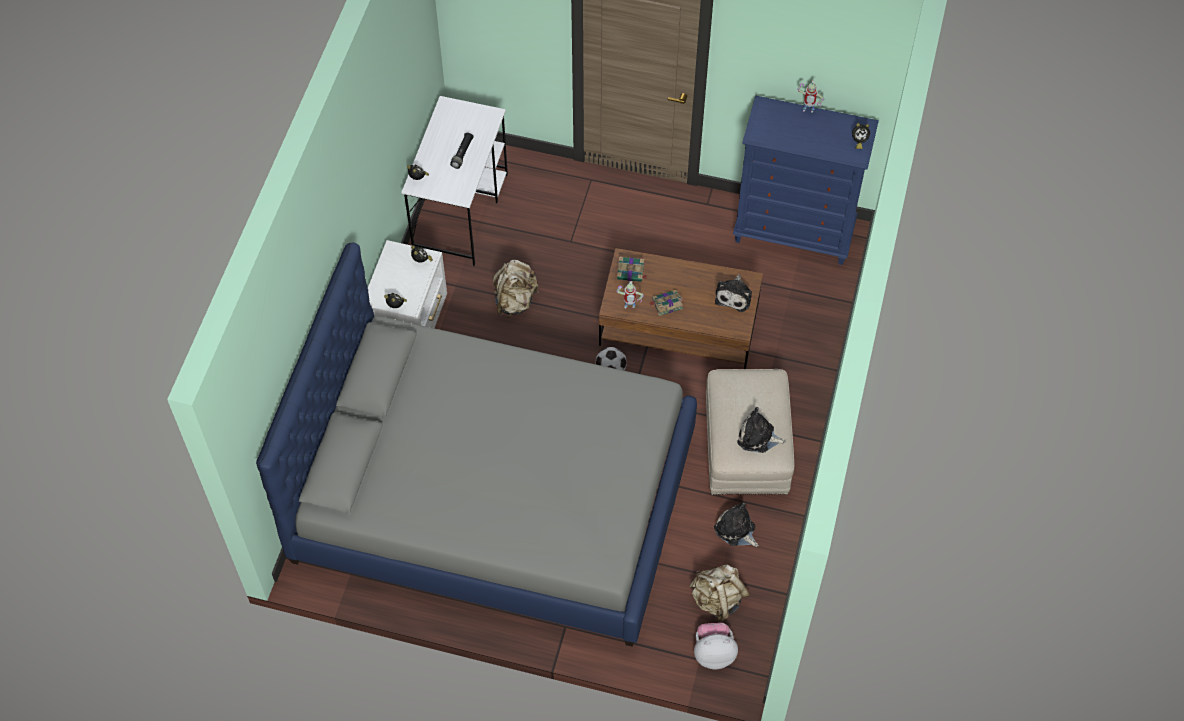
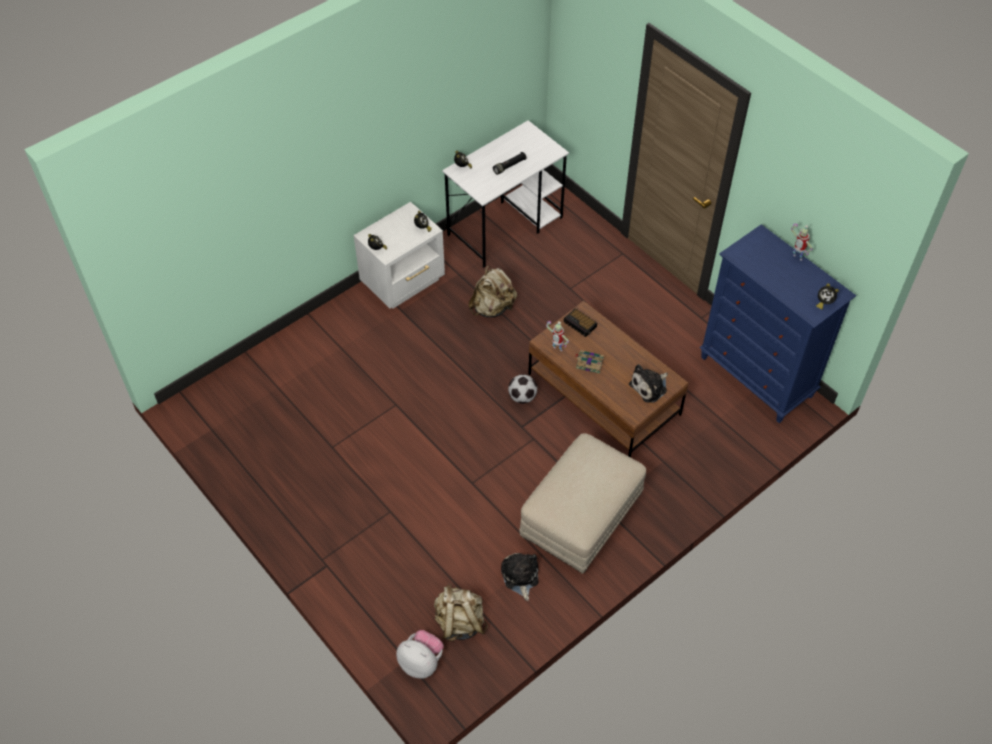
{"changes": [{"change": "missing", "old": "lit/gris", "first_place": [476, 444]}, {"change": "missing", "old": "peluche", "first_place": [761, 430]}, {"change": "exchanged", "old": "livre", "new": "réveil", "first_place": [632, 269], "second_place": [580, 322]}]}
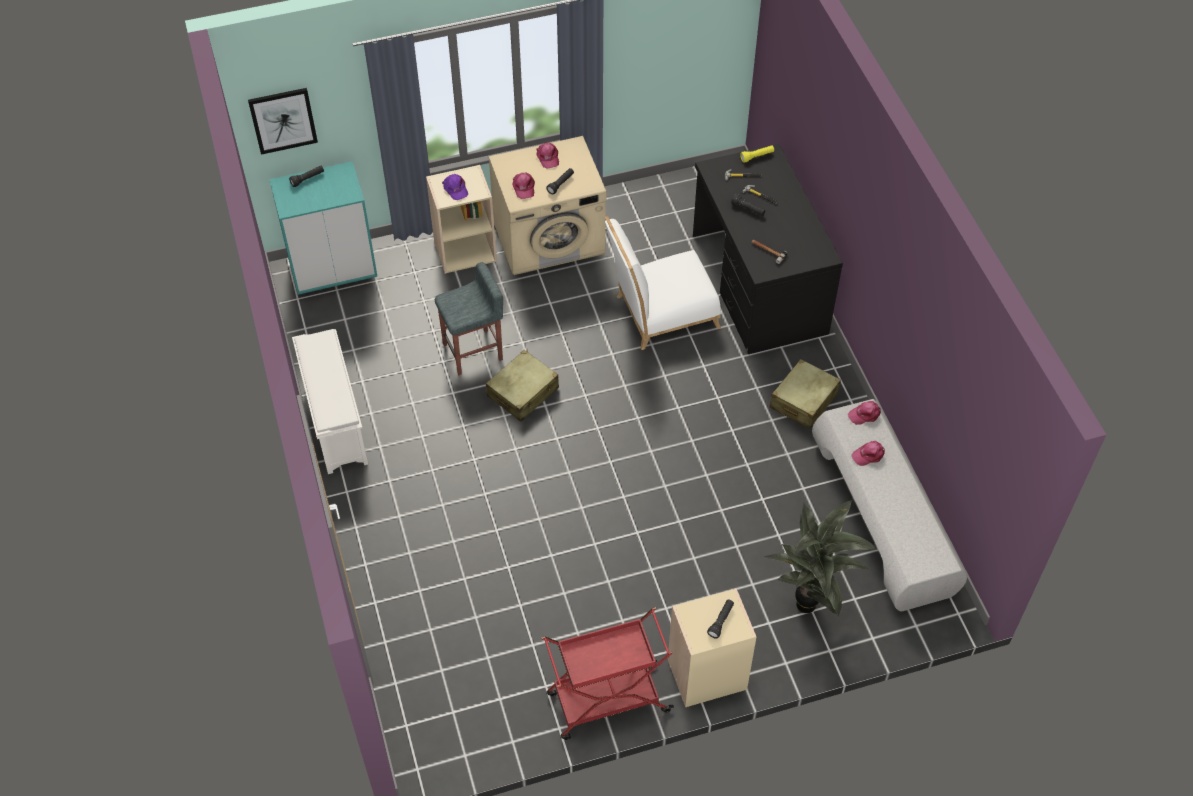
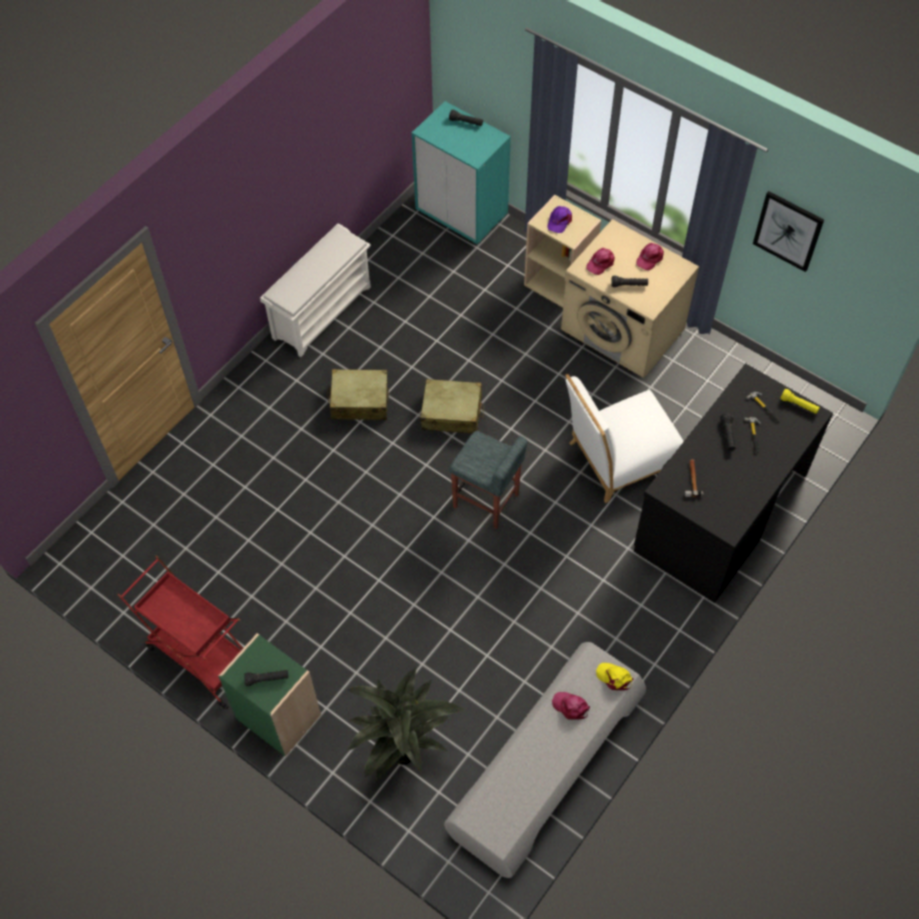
{"changes": [{"change": "relocated", "old": "tableau", "first_place": [283, 121], "second_place": [788, 231]}, {"change": "relocated", "old": "tabouret/gris", "first_place": [469, 318], "second_place": [488, 480]}, {"change": "relocated", "old": "valise/beige", "first_place": [805, 394], "second_place": [358, 394]}, {"change": "colour", "old": "bibliothèque/beige", "new": "bibliothèque/vert", "first_place": [712, 647], "second_place": [269, 695]}, {"change": "colour", "old": "casquette/rose", "new": "casquette/jaune", "first_place": [864, 413], "second_place": [614, 676]}, {"change": "spun", "old": "chaise/blanc", "first_place": [663, 283], "second_place": [624, 438], "degrees": -60}]}
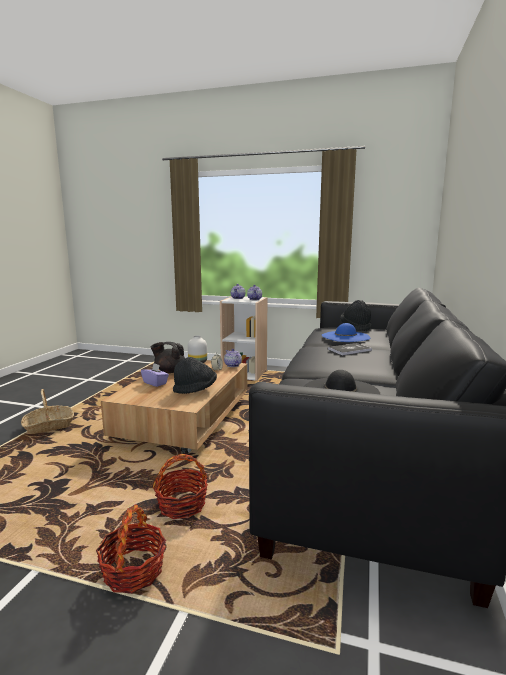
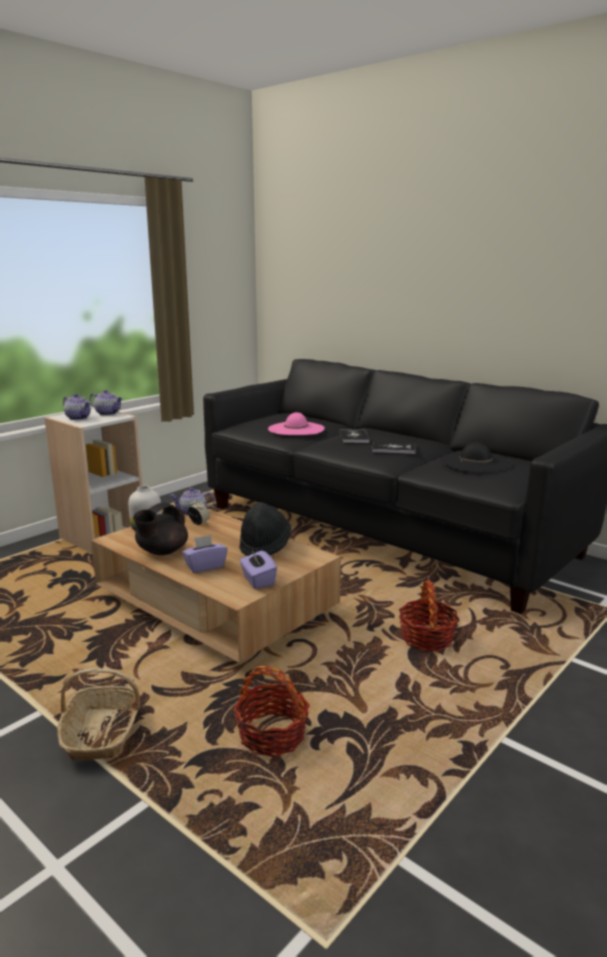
{"changes": [{"change": "missing", "old": "chapeau/noir", "first_place": [356, 315]}, {"change": "appeared", "new": "boîte à mouchoirs/violet", "second_place": [258, 569]}, {"change": "appeared", "new": "livre", "second_place": [394, 448]}, {"change": "relocated", "old": "panier", "first_place": [131, 549], "second_place": [271, 711]}, {"change": "colour", "old": "chapeau/bleu", "new": "chapeau/rose", "first_place": [345, 332], "second_place": [296, 423]}]}
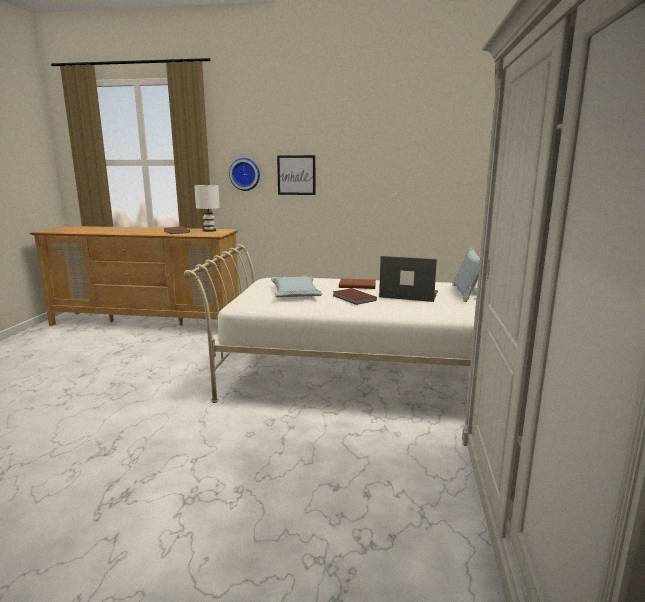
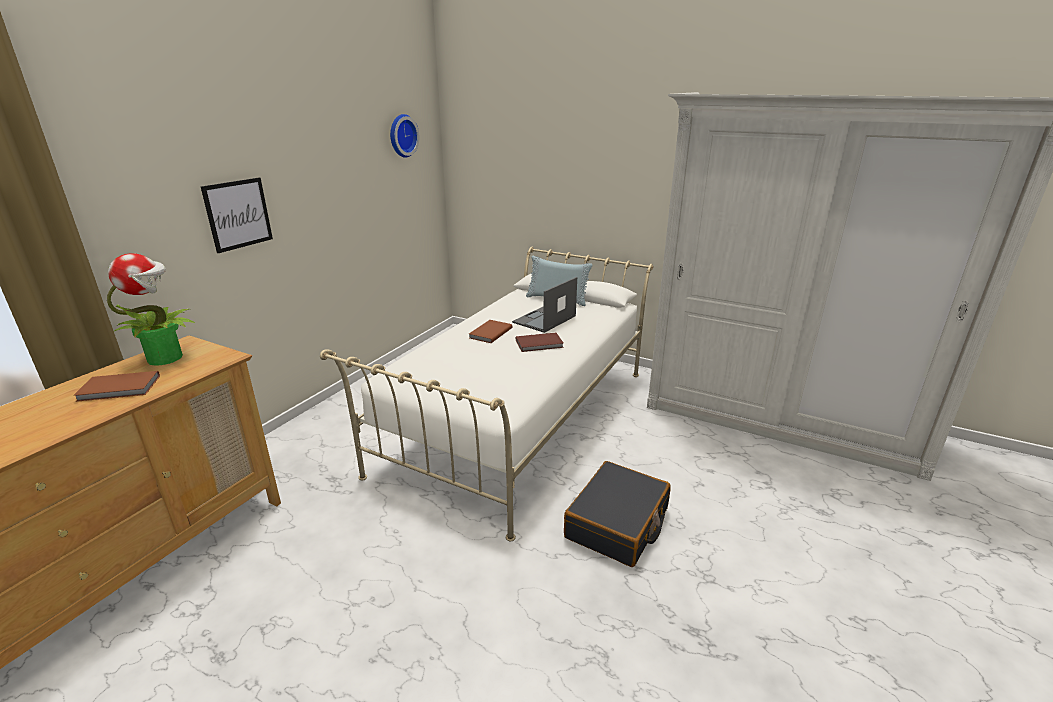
{"changes": [{"change": "missing", "old": "coussin/bleu", "first_place": [296, 286]}, {"change": "appeared", "new": "valise/noir", "second_place": [617, 514]}, {"change": "relocated", "old": "horloge murale", "first_place": [244, 174], "second_place": [404, 136]}, {"change": "exchanged", "old": "lampe de table/blanc", "new": "plante en pot", "first_place": [207, 208], "second_place": [151, 309]}]}
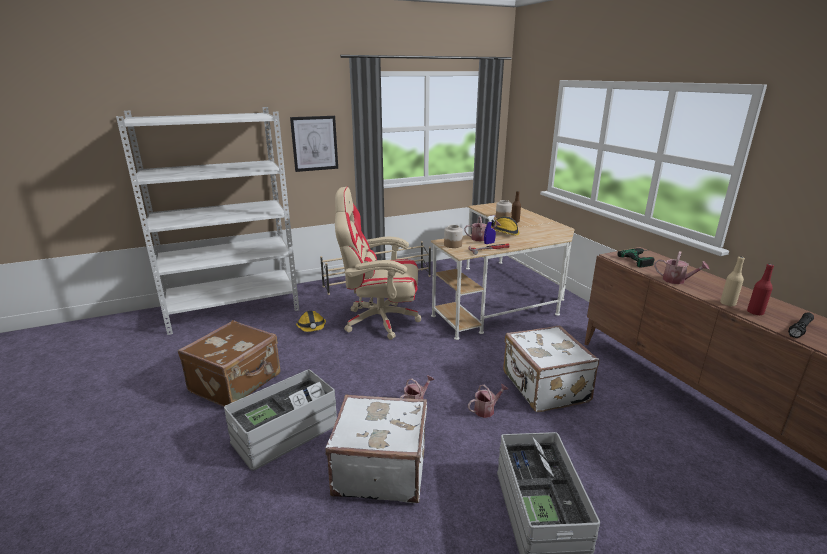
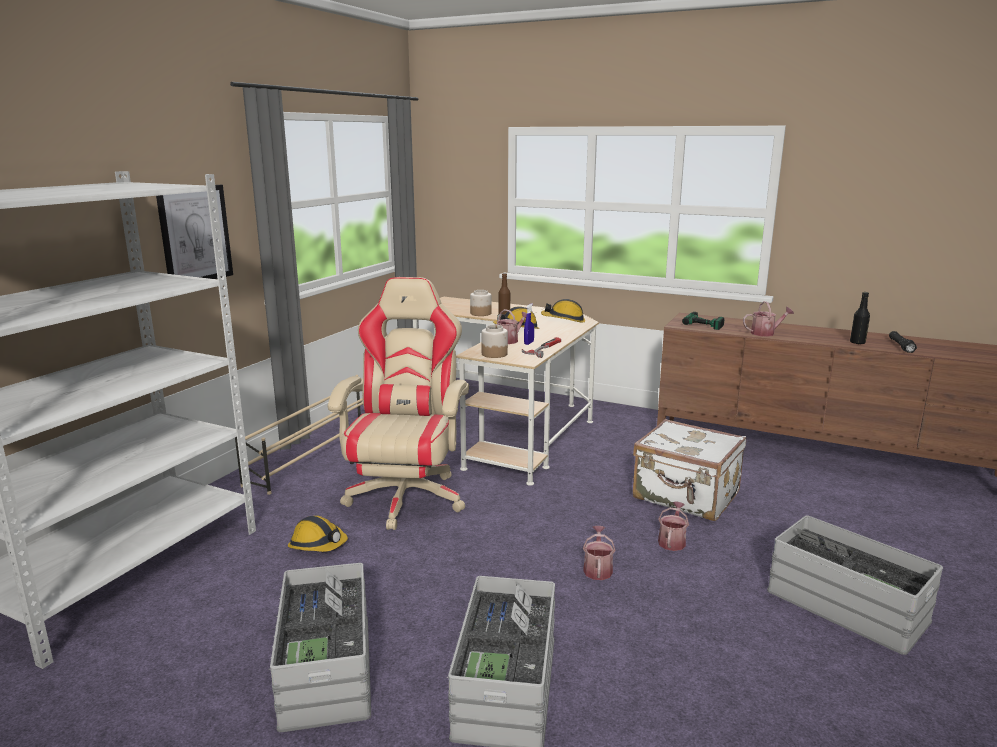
{"changes": [{"change": "missing", "old": "valise/blanc", "first_place": [376, 448]}, {"change": "missing", "old": "bouteille/beige", "first_place": [732, 281]}, {"change": "appeared", "new": "casque de chantier", "second_place": [563, 311]}, {"change": "exchanged", "old": "valise/marron", "new": "boîte de rangement/gris", "first_place": [229, 363], "second_place": [319, 647]}, {"change": "colour", "old": "bouteille/rouge", "new": "bouteille/noir", "first_place": [760, 289], "second_place": [860, 318]}, {"change": "spun", "old": "chaise de bureau/beige", "first_place": [378, 263], "second_place": [398, 403], "degrees": 135}]}
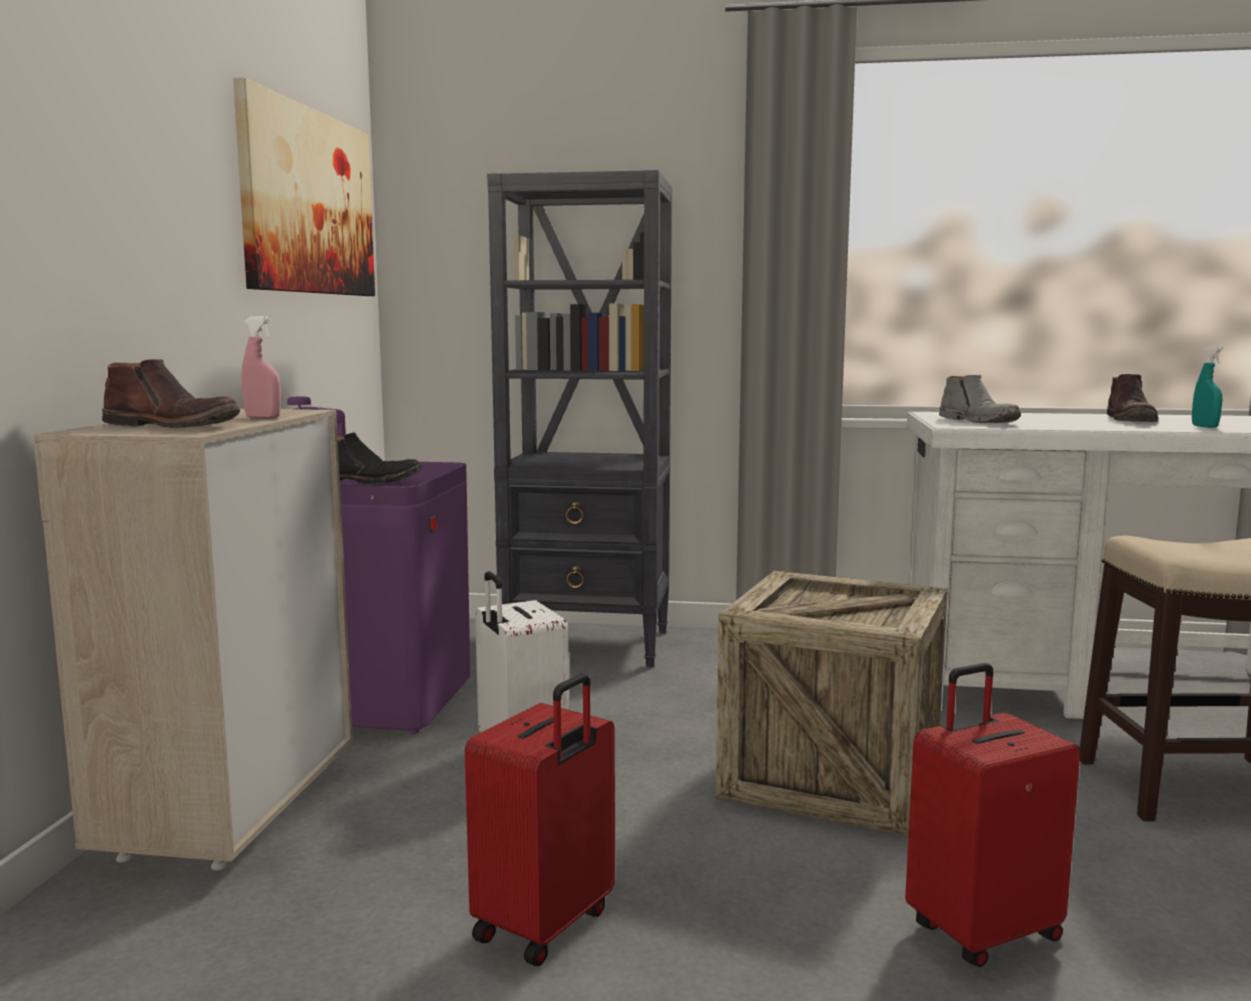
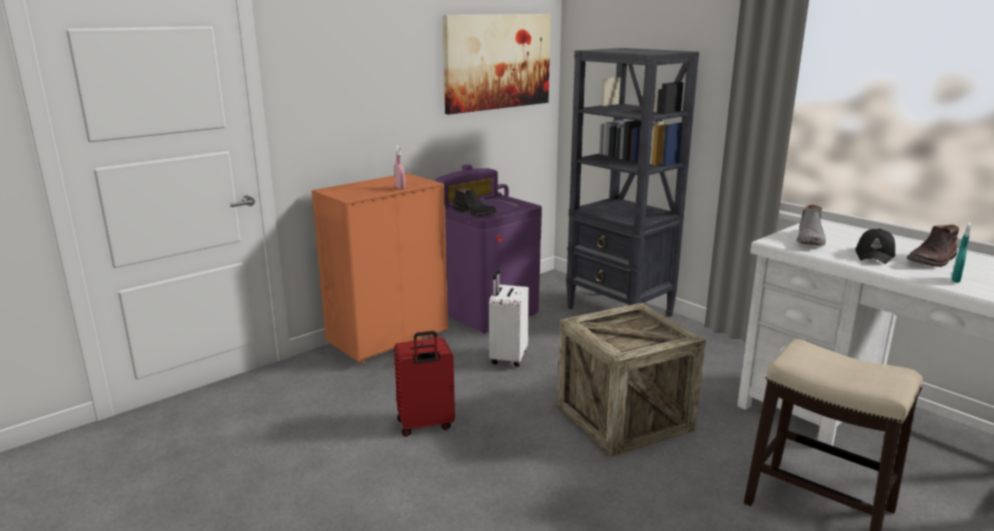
{"changes": [{"change": "missing", "old": "botte/marron", "first_place": [171, 393]}, {"change": "missing", "old": "valise/rouge", "first_place": [992, 815]}, {"change": "appeared", "new": "casquette/noir", "second_place": [875, 246]}, {"change": "colour", "old": "meuble de rangement/beige", "new": "meuble de rangement/orange", "first_place": [193, 639], "second_place": [380, 268]}]}
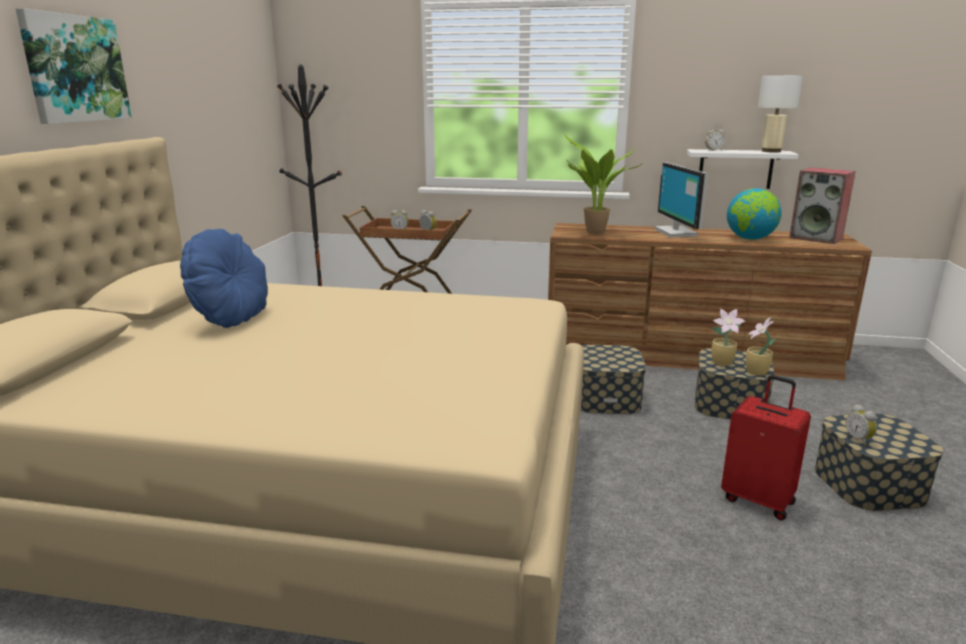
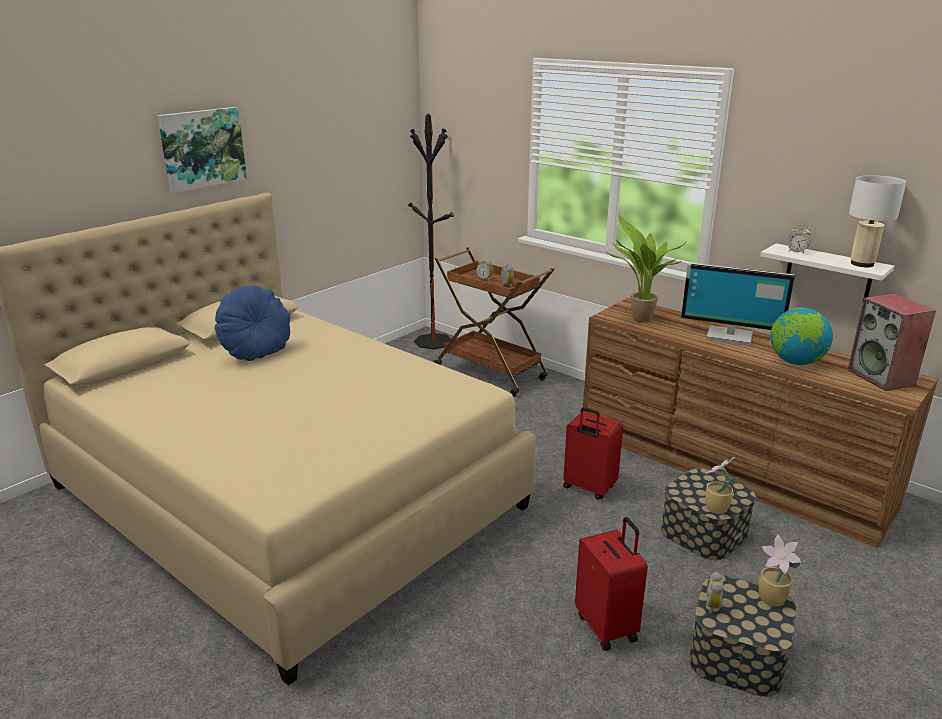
{"changes": [{"change": "relocated", "old": "plante en pot", "first_place": [728, 337], "second_place": [781, 571]}, {"change": "exchanged", "old": "boîte de rangement", "new": "valise/rouge", "first_place": [613, 379], "second_place": [593, 453]}, {"change": "spun", "old": "écran d'ordinateur", "first_place": [681, 199], "second_place": [738, 304], "degrees": -90}]}
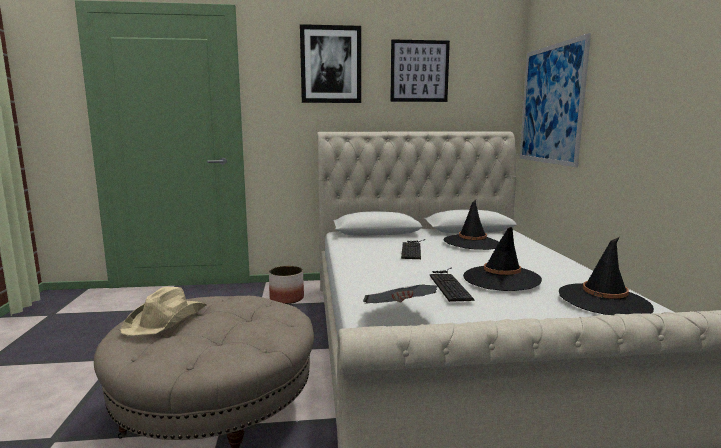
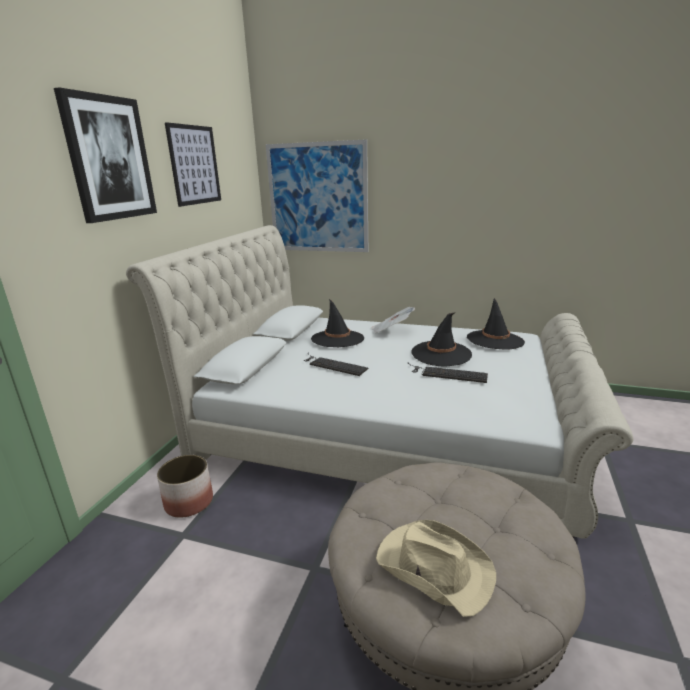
{"changes": [{"change": "relocated", "old": "journal", "first_place": [400, 294], "second_place": [393, 320]}]}
